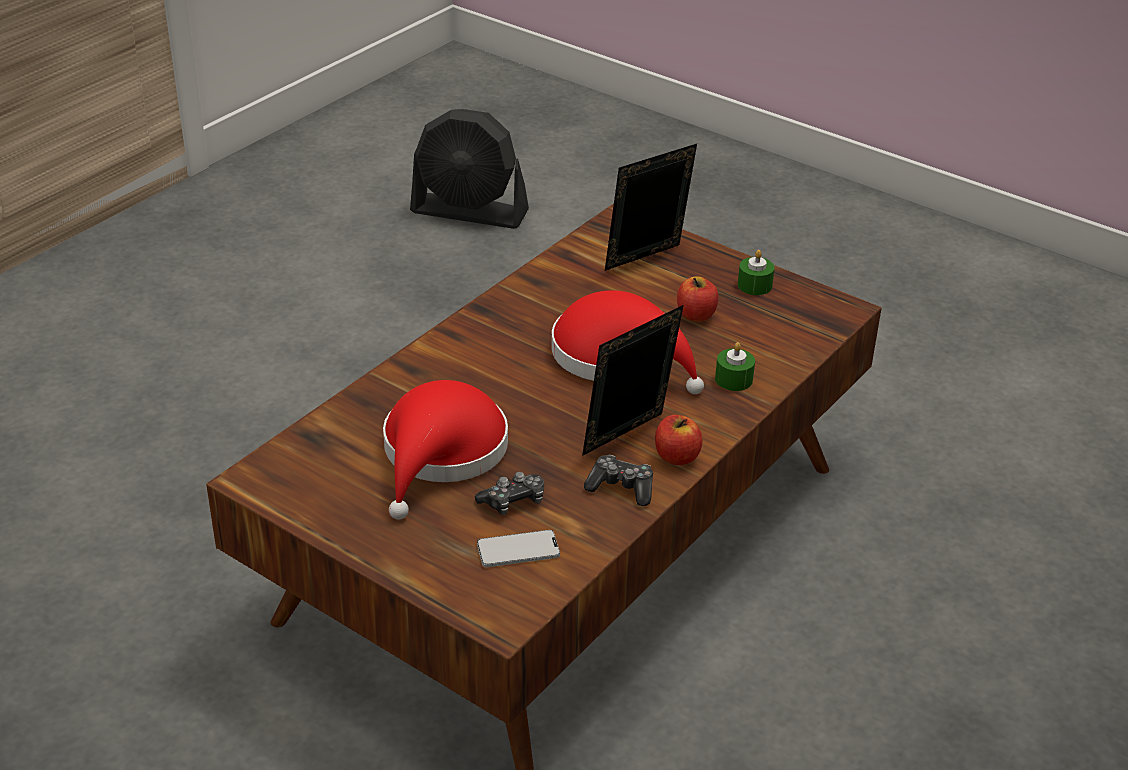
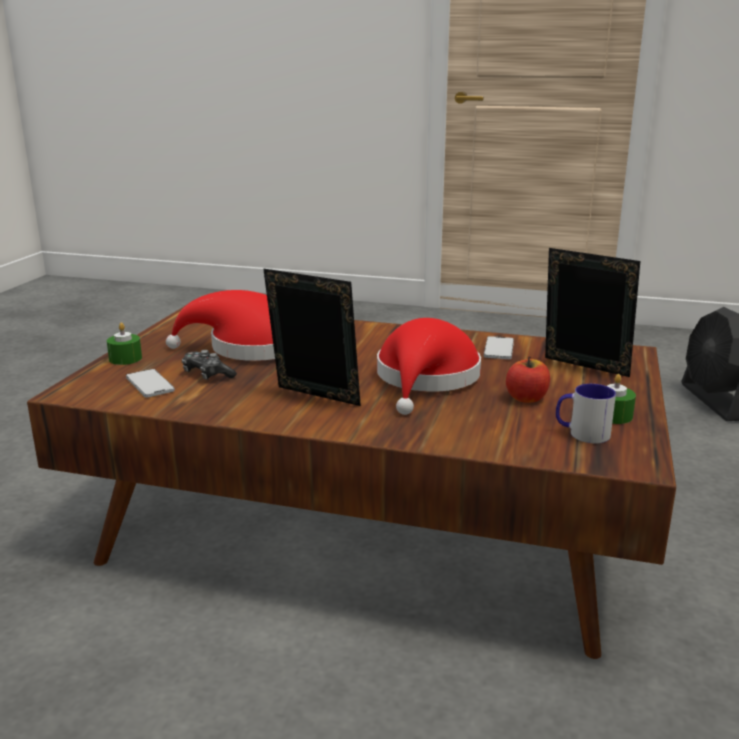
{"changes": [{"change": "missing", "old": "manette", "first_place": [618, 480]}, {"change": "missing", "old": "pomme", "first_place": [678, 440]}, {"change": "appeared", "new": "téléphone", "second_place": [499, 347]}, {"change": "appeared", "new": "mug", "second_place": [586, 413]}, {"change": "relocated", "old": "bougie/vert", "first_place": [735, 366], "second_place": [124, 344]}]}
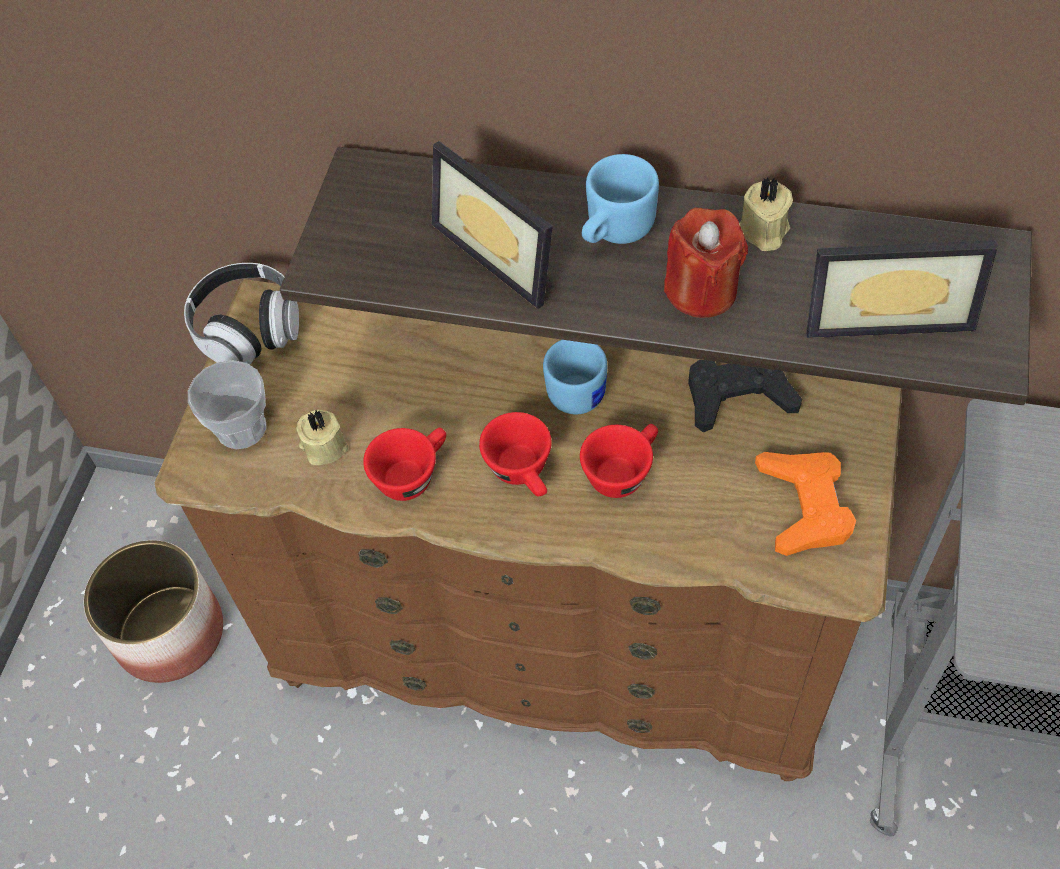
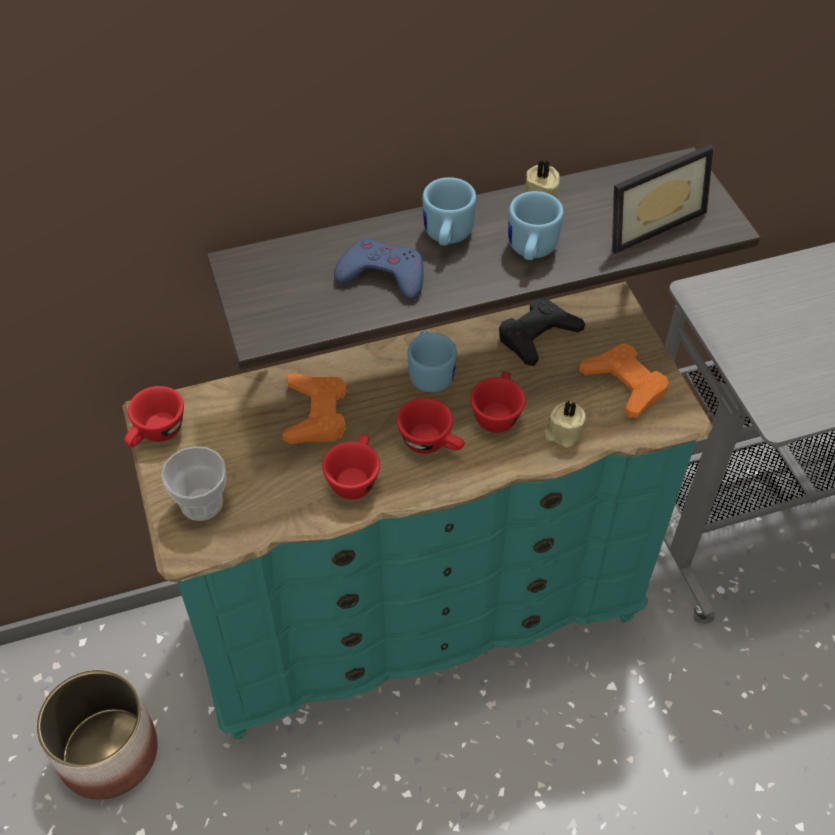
{"changes": [{"change": "appeared", "new": "manette/orange", "second_place": [314, 408]}, {"change": "relocated", "old": "bougie/beige", "first_place": [322, 437], "second_place": [565, 424]}, {"change": "exchanged", "old": "casque audio", "new": "tasse/rouge", "first_place": [241, 313], "second_place": [154, 416]}, {"change": "exchanged", "old": "cadre photo", "new": "manette/bleu", "first_place": [492, 225], "second_place": [379, 269]}, {"change": "exchanged", "old": "bougie/rouge", "new": "mug/bleu", "first_place": [706, 263], "second_place": [536, 225]}, {"change": "colour", "old": "commode/marron", "new": "commode/turquoise", "first_place": [528, 530], "second_place": [417, 510]}]}
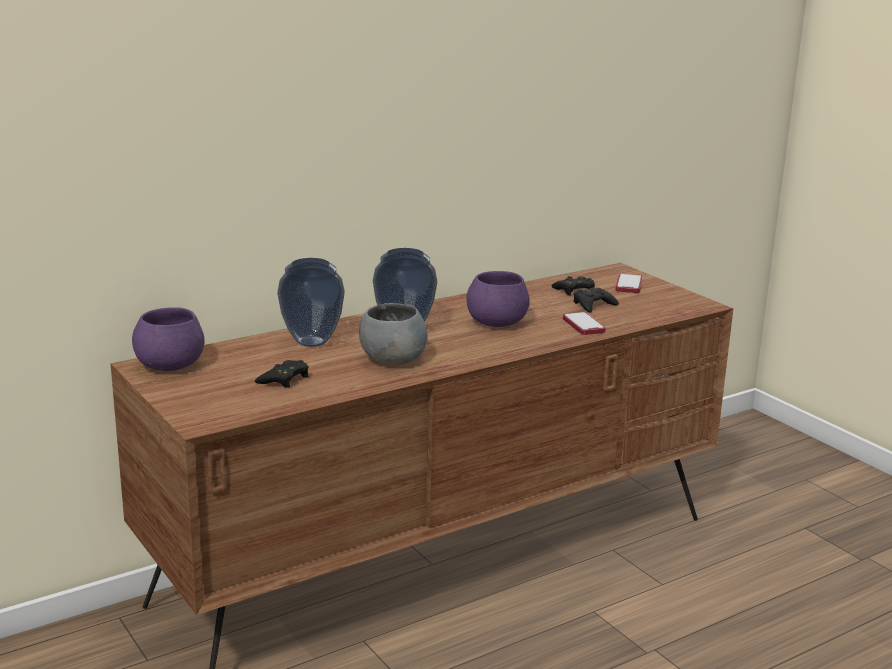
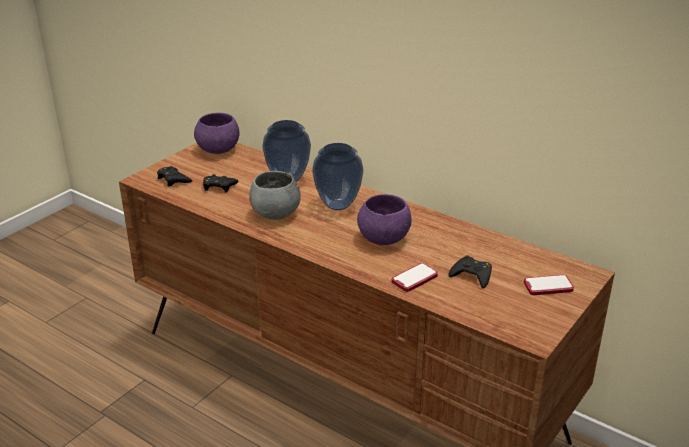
{"changes": [{"change": "relocated", "old": "manette/noir", "first_place": [573, 285], "second_place": [174, 176]}]}
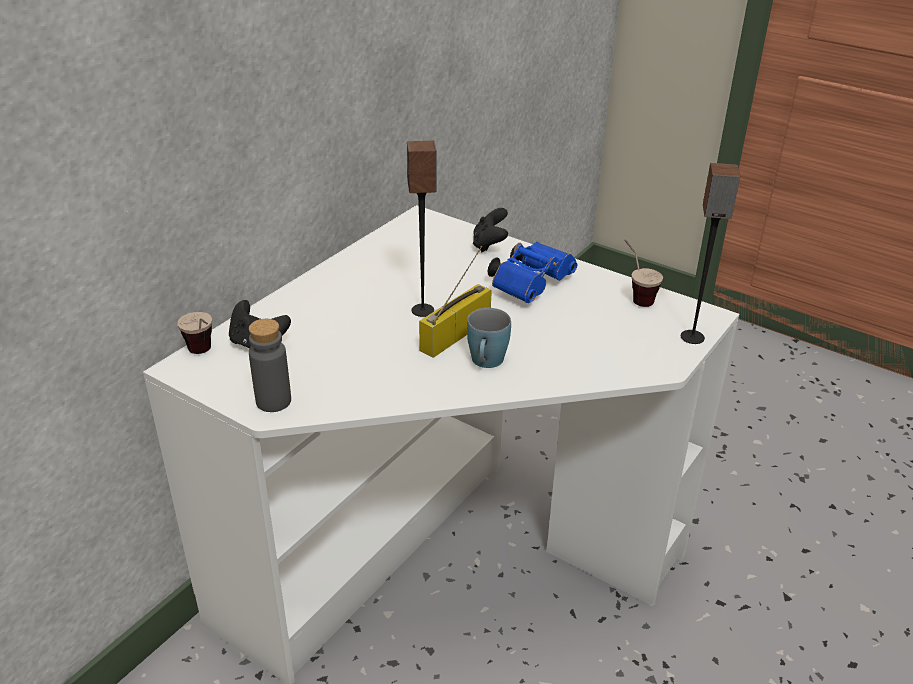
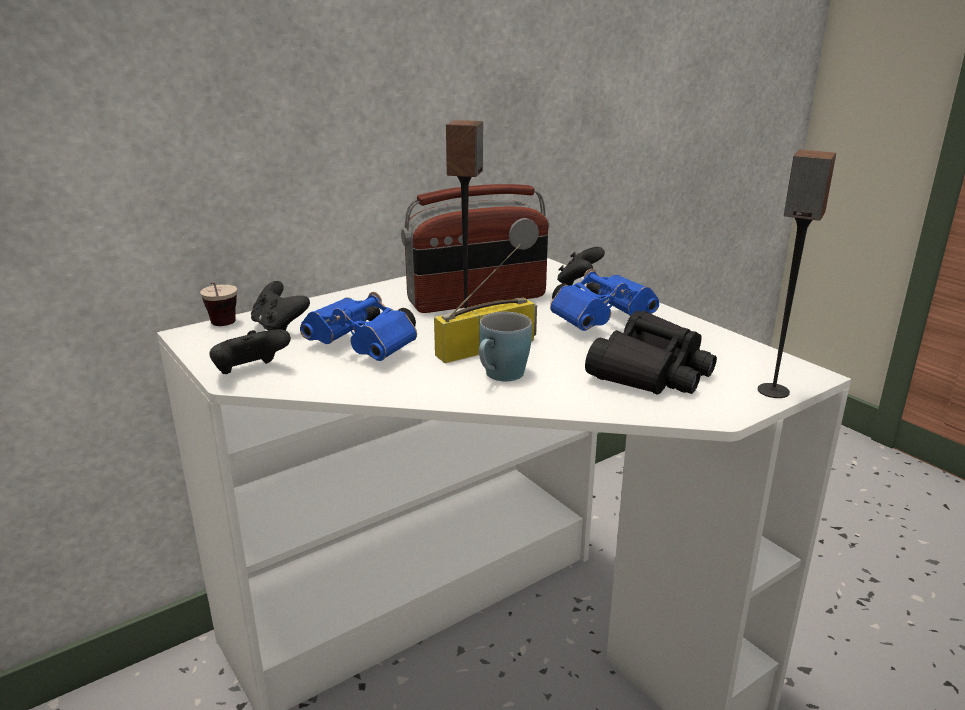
{"changes": [{"change": "missing", "old": "tasse", "first_place": [643, 273]}, {"change": "appeared", "new": "jumelles/bleu", "second_place": [358, 326]}, {"change": "appeared", "new": "radio", "second_place": [475, 248]}, {"change": "appeared", "new": "jumelles/noir", "second_place": [651, 353]}, {"change": "exchanged", "old": "bouteille/gris", "new": "manette/noir", "first_place": [270, 365], "second_place": [250, 351]}]}
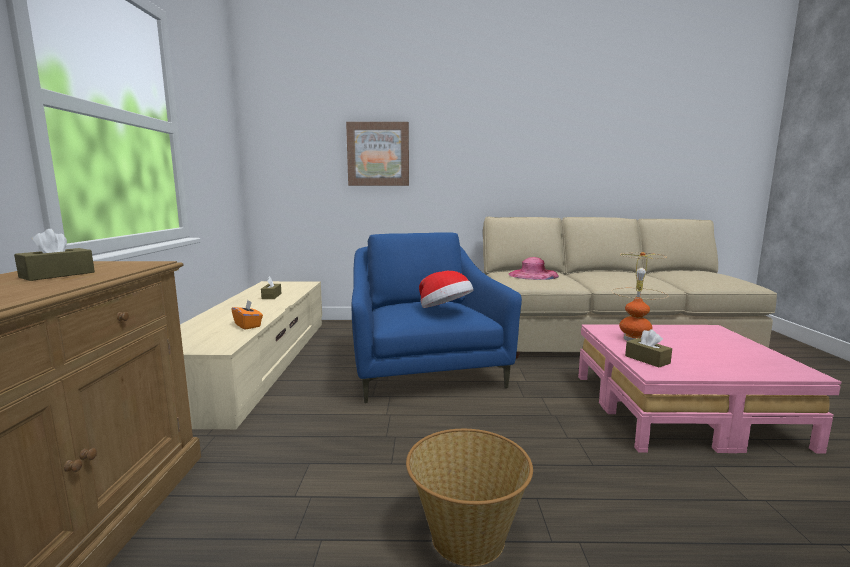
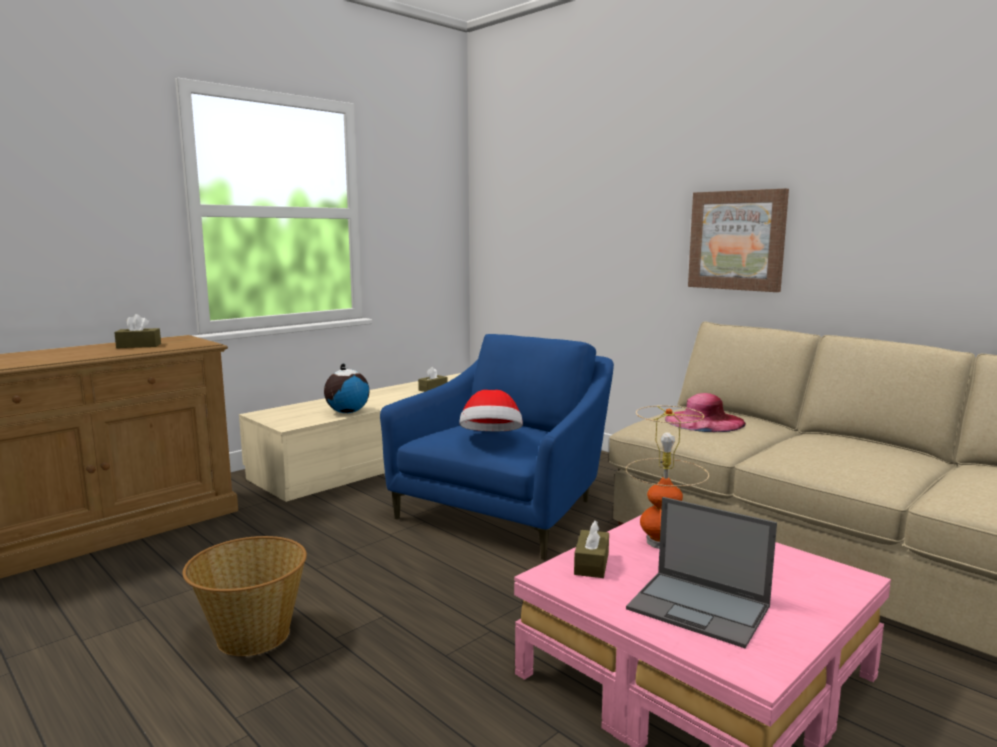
{"changes": [{"change": "appeared", "new": "ordinateur portable", "second_place": [701, 572]}, {"change": "relocated", "old": "tableau", "first_place": [377, 154], "second_place": [738, 240]}, {"change": "exchanged", "old": "boîte à mouchoirs/orange", "new": "globe", "first_place": [247, 315], "second_place": [347, 388]}]}
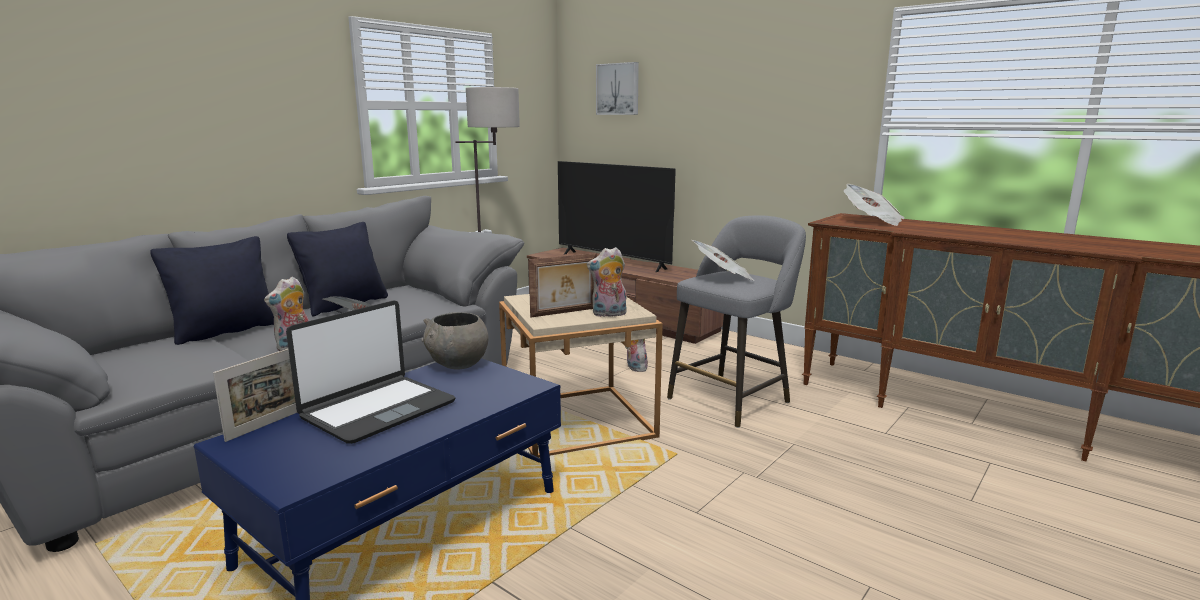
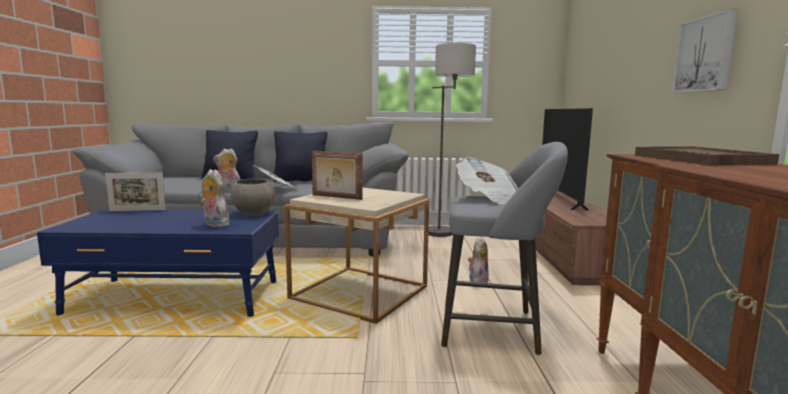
{"changes": [{"change": "missing", "old": "ordinateur portable", "first_place": [370, 372]}, {"change": "relocated", "old": "peluche", "first_place": [607, 282], "second_place": [215, 198]}, {"change": "relocated", "old": "tableau", "first_place": [617, 88], "second_place": [705, 51]}, {"change": "exchanged", "old": "journal", "new": "plateau/marron", "first_place": [874, 205], "second_place": [707, 156]}]}
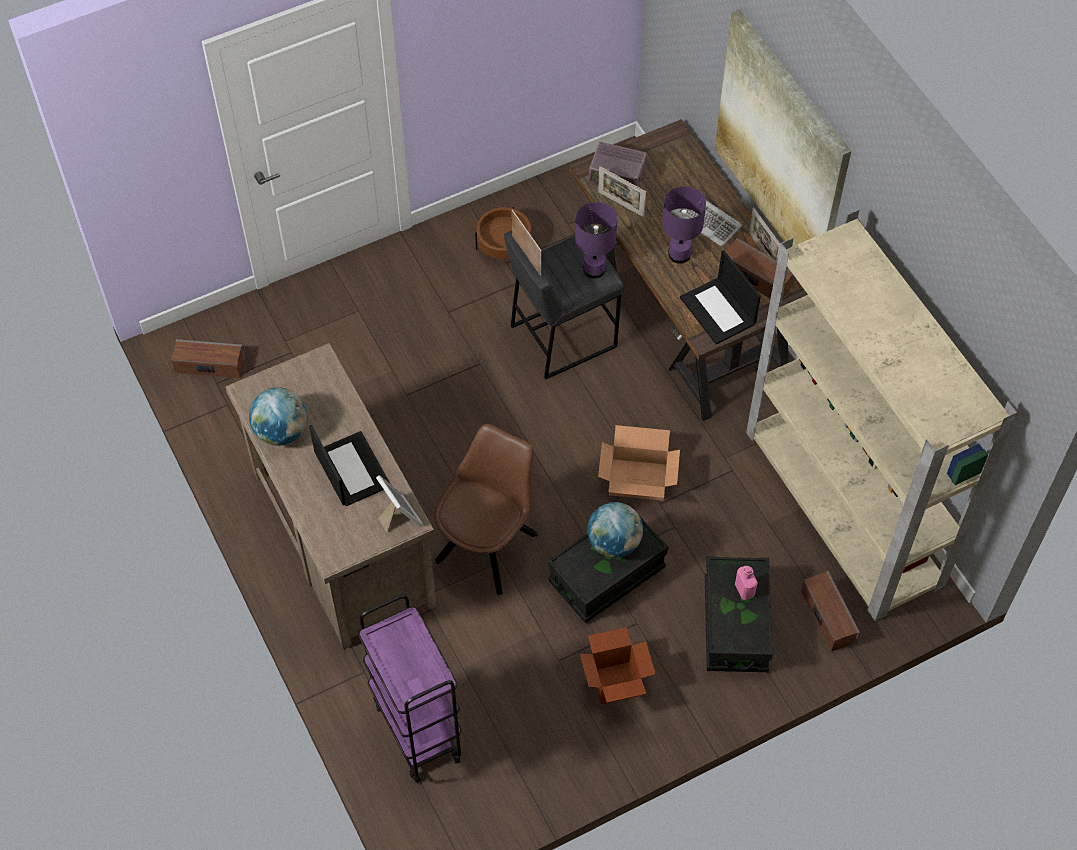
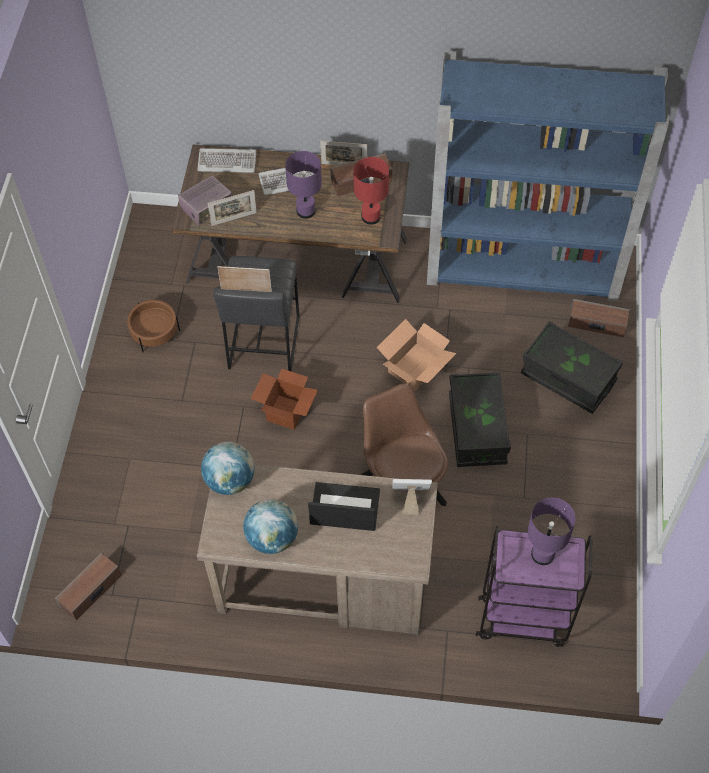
{"changes": [{"change": "missing", "old": "tableau", "first_place": [783, 128]}, {"change": "missing", "old": "bouteille/rose", "first_place": [746, 583]}, {"change": "appeared", "new": "clavier", "second_place": [226, 160]}, {"change": "relocated", "old": "lampe de table/violet", "first_place": [596, 240], "second_place": [551, 531]}, {"change": "relocated", "old": "carton", "first_place": [618, 665], "second_place": [284, 399]}, {"change": "relocated", "old": "globe", "first_place": [615, 530], "second_place": [227, 468]}, {"change": "exchanged", "old": "ordinateur portable", "new": "lampe de table/rouge", "first_place": [720, 297], "second_place": [371, 191]}, {"change": "colour", "old": "bibliothèque/beige", "new": "bibliothèque/bleu", "first_place": [881, 415], "second_place": [548, 176]}]}
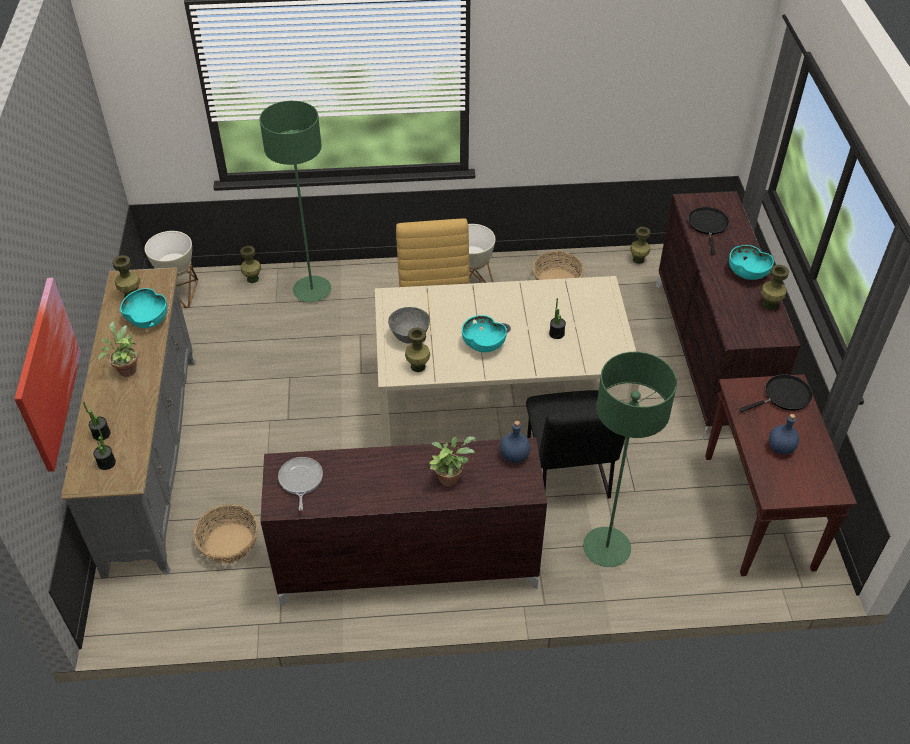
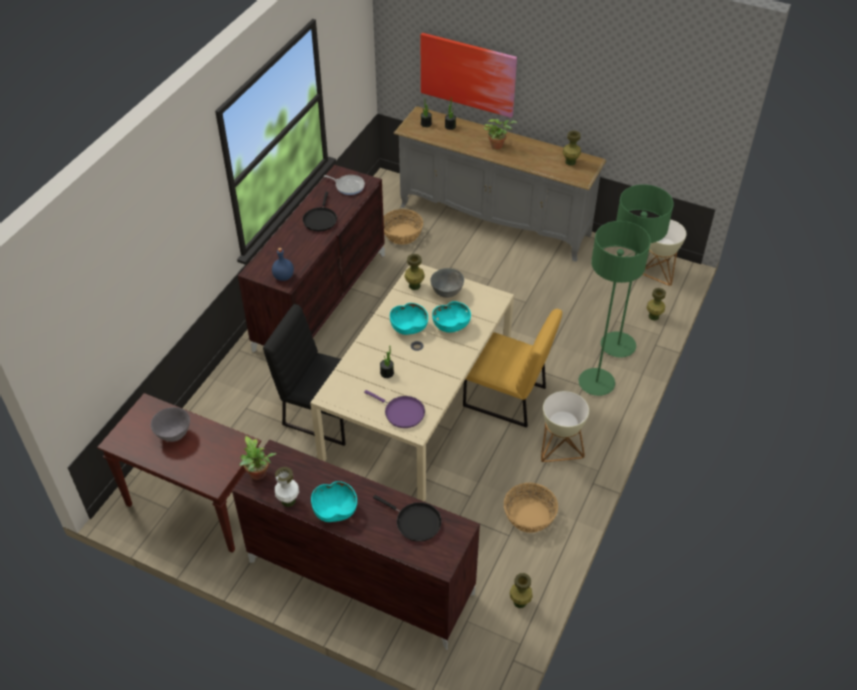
{"changes": [{"change": "appeared", "new": "poêle/violet", "second_place": [394, 409]}, {"change": "relocated", "old": "bol/turquoise", "first_place": [143, 308], "second_place": [451, 317]}, {"change": "relocated", "old": "plante en pot", "first_place": [453, 461], "second_place": [258, 458]}, {"change": "relocated", "old": "lampadaire/vert", "first_place": [630, 459], "second_place": [615, 308]}, {"change": "relocated", "old": "poêle/noir", "first_place": [776, 393], "second_place": [319, 211]}, {"change": "exchanged", "old": "bouteille/bleu", "new": "bol/gris", "first_place": [784, 434], "second_place": [170, 424]}, {"change": "colour", "old": "vase/vert", "new": "vase/blanc", "first_place": [775, 287], "second_place": [287, 487]}]}
